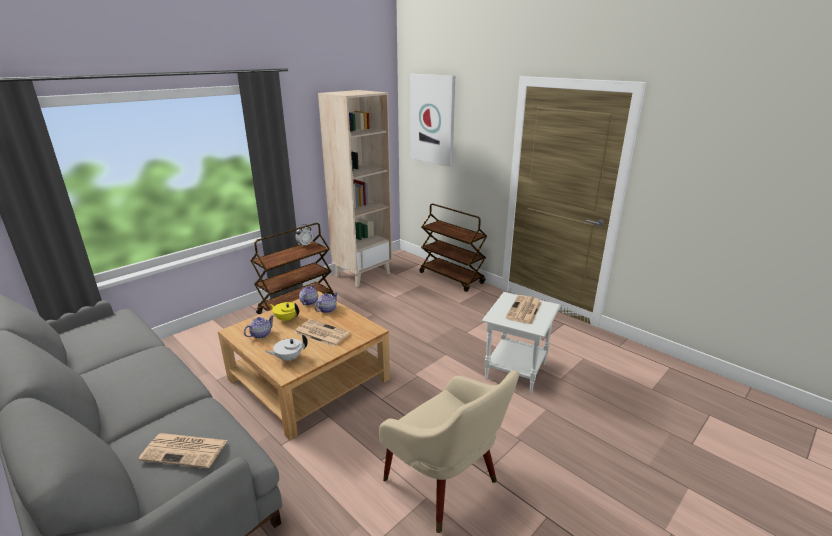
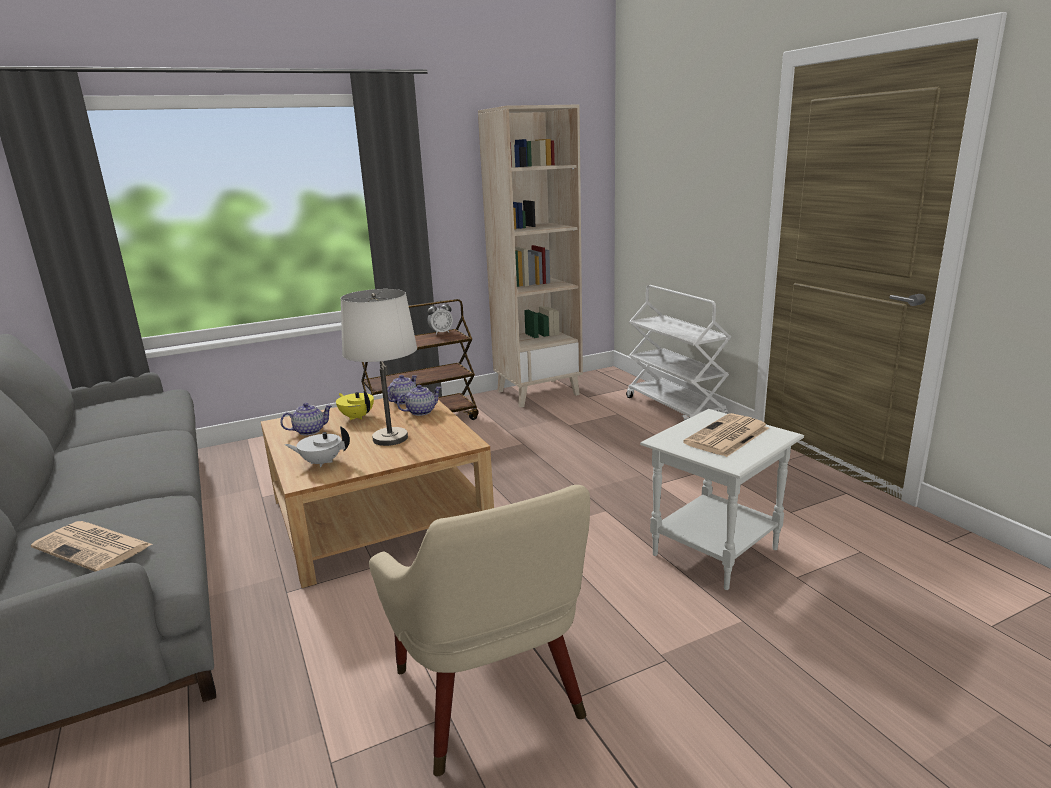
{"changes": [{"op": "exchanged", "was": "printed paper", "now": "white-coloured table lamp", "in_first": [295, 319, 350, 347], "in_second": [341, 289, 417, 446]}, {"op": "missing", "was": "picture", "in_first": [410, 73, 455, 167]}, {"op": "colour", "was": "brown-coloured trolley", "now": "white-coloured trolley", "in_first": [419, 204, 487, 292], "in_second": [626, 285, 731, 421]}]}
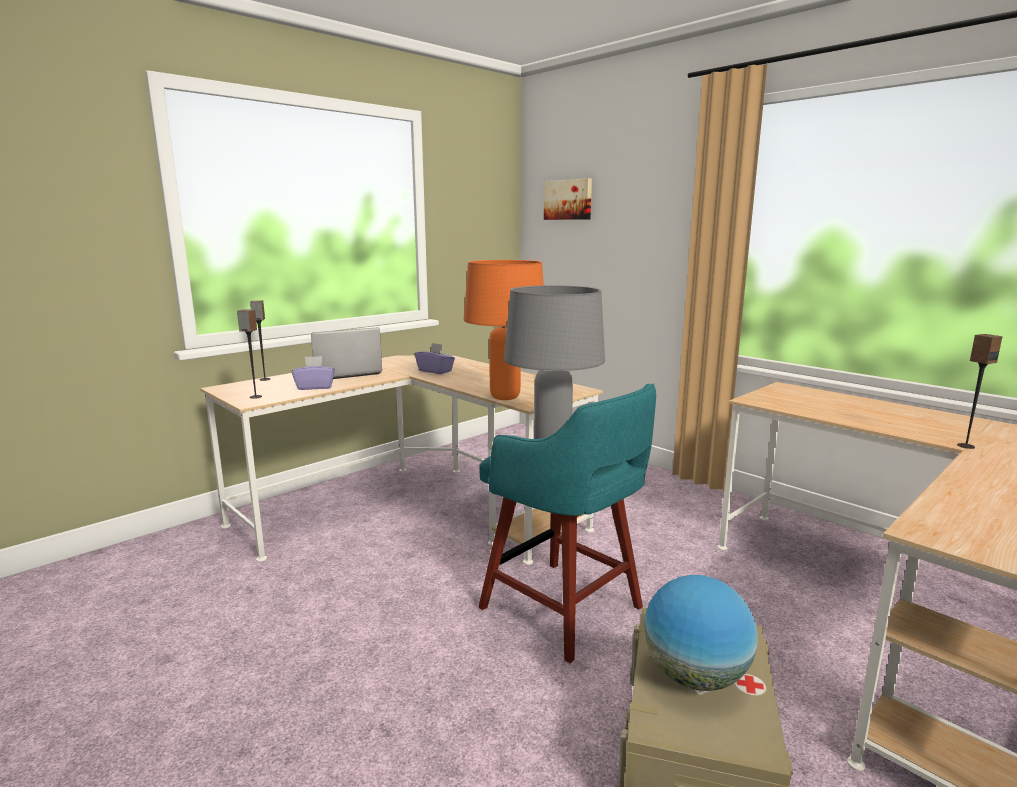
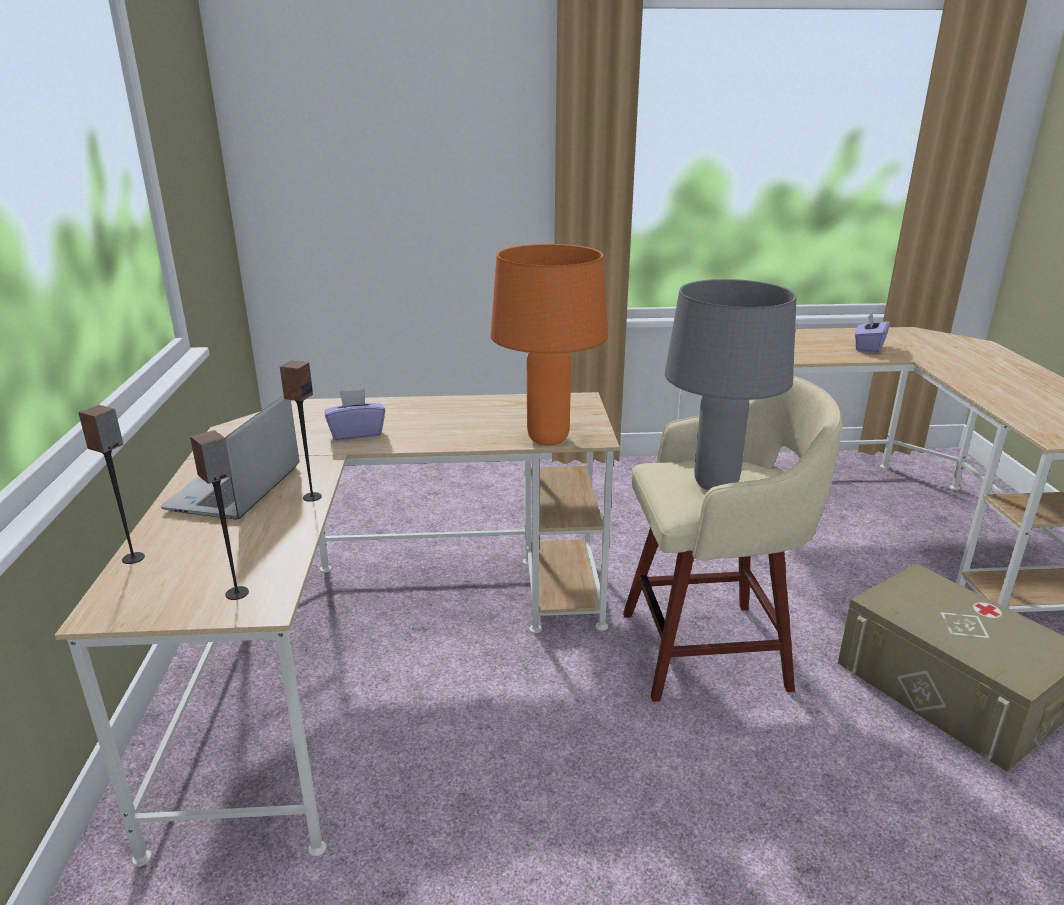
{"changes": [{"op": "relocated", "was": "purple-coloured tissue holder", "in_first": [292, 356, 335, 390], "in_second": [855, 313, 890, 353]}, {"op": "colour", "was": "blue-green stool seat", "now": "beige stool seat", "in_first": [478, 384, 656, 663], "in_second": [623, 376, 842, 702]}, {"op": "missing", "was": "picture", "in_first": [544, 178, 592, 220]}, {"op": "missing", "was": "world globe", "in_first": [644, 575, 758, 691]}, {"op": "relocated", "was": "speaker", "in_first": [957, 334, 1002, 449], "in_second": [280, 361, 322, 502]}]}
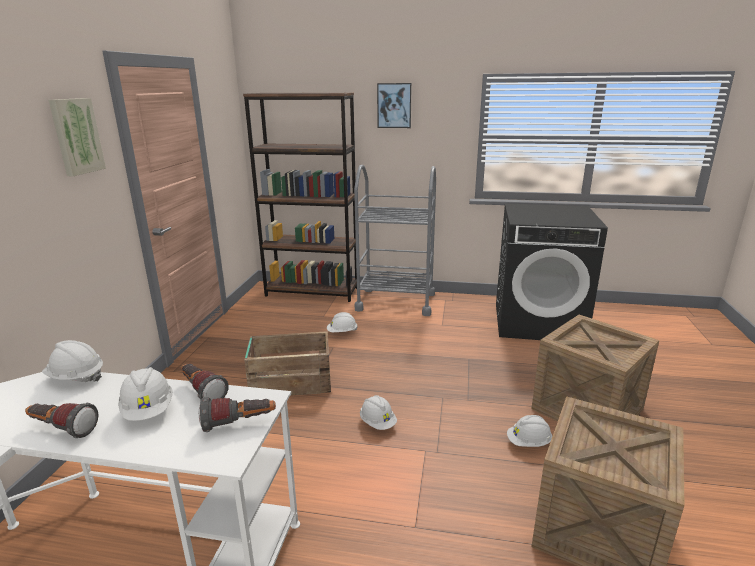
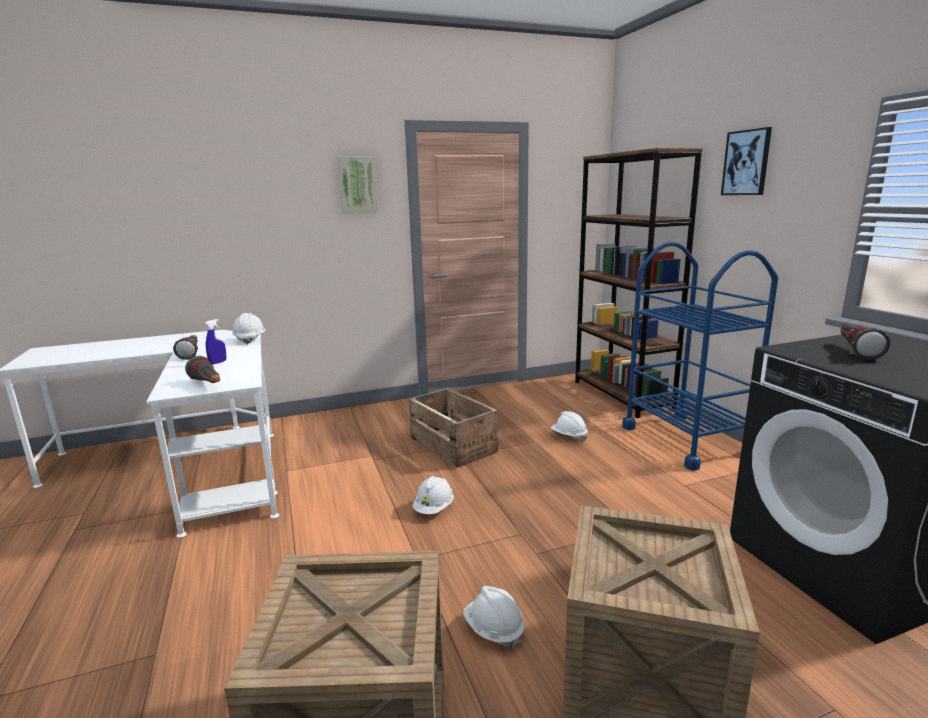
{"changes": [{"op": "exchanged", "was": "white-coloured work helmet", "now": "blue spray bottle", "in_first": [118, 367, 173, 421], "in_second": [205, 319, 226, 365]}, {"op": "relocated", "was": "torch", "in_first": [181, 364, 229, 400], "in_second": [840, 324, 891, 360]}, {"op": "colour", "was": "grey trolley", "now": "blue trolley", "in_first": [354, 165, 436, 316], "in_second": [622, 242, 778, 470]}]}
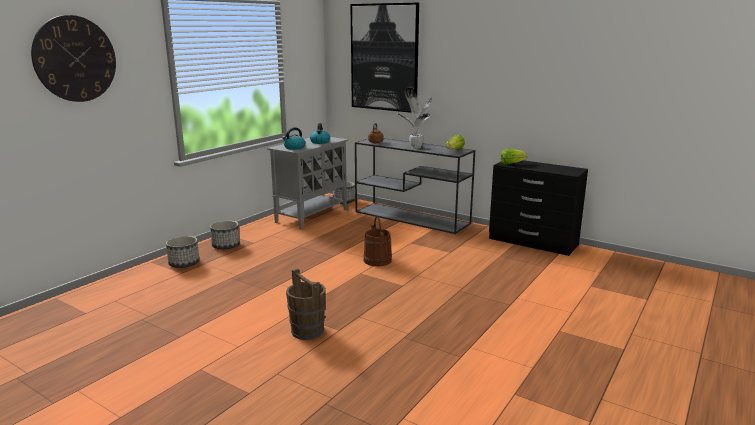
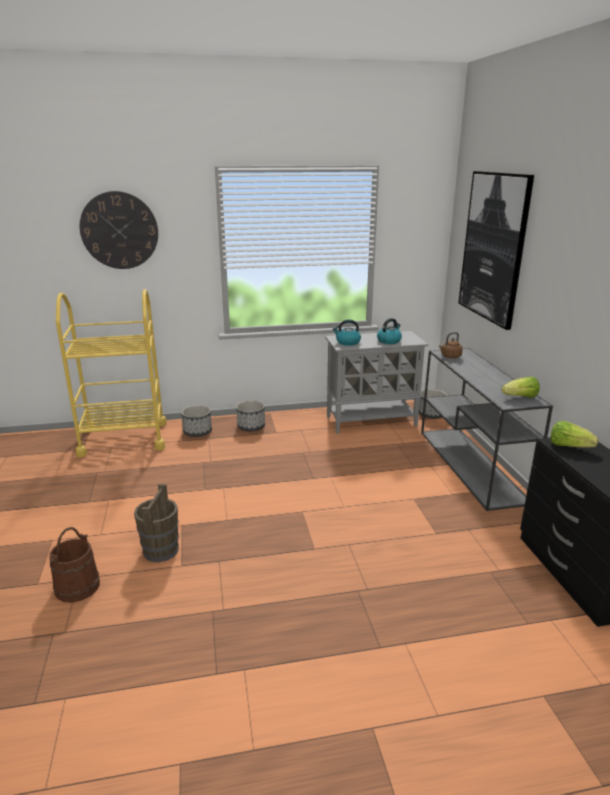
{"changes": [{"op": "relocated", "was": "brown-coloured water bucket", "in_first": [363, 217, 392, 266], "in_second": [49, 527, 100, 603]}, {"op": "missing", "was": "houseplant", "in_first": [397, 88, 432, 148]}, {"op": "appeared", "now": "yellow trolley", "in_second": [56, 289, 167, 457]}]}
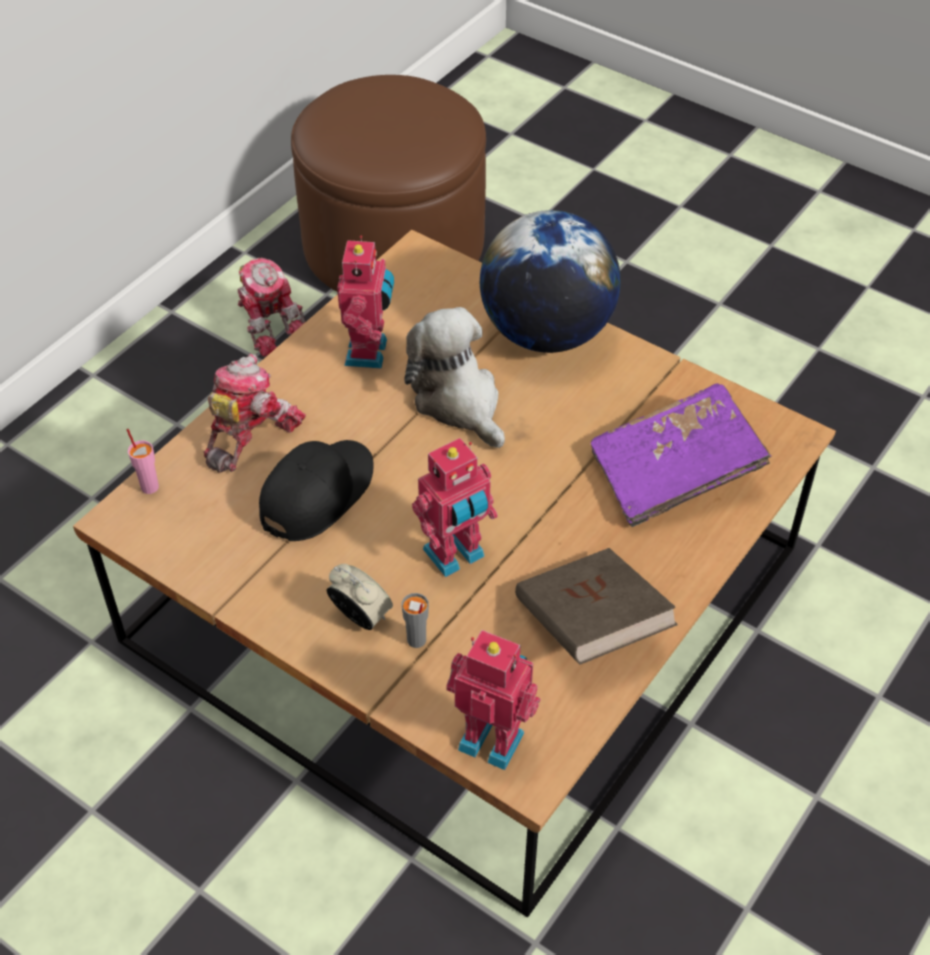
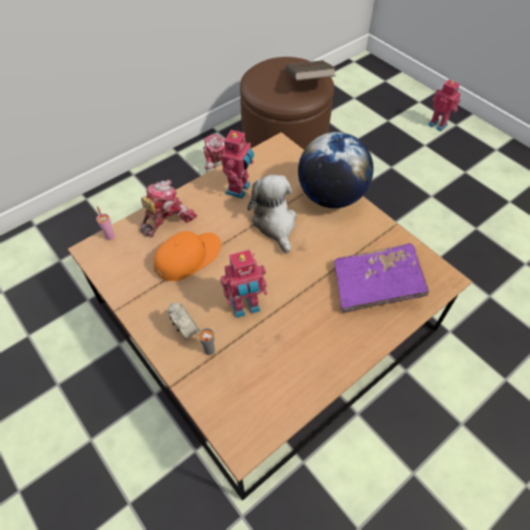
{"changes": [{"op": "colour", "was": "black-coloured peaked cap", "now": "orange peaked cap", "in_first": [259, 440, 374, 541], "in_second": [154, 231, 221, 281]}, {"op": "relocated", "was": "toy robot", "in_first": [446, 630, 541, 770], "in_second": [428, 79, 461, 131]}, {"op": "relocated", "was": "brown-coloured bound book", "in_first": [515, 548, 678, 665], "in_second": [285, 60, 335, 81]}]}
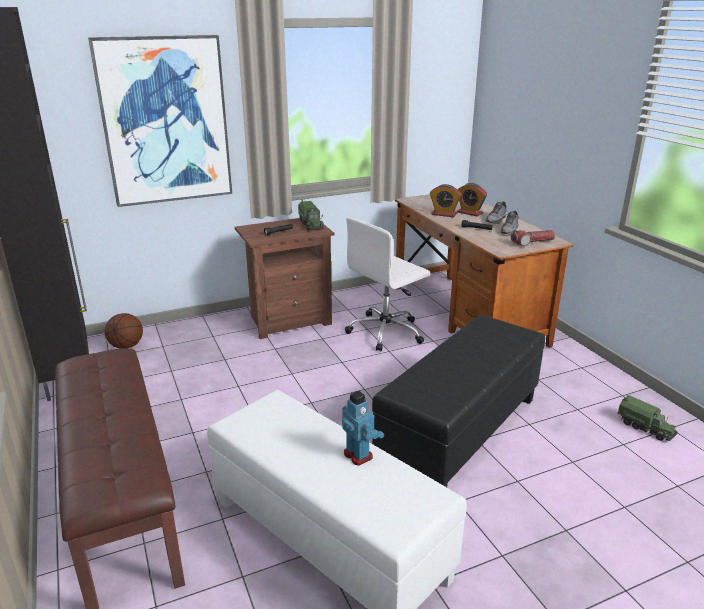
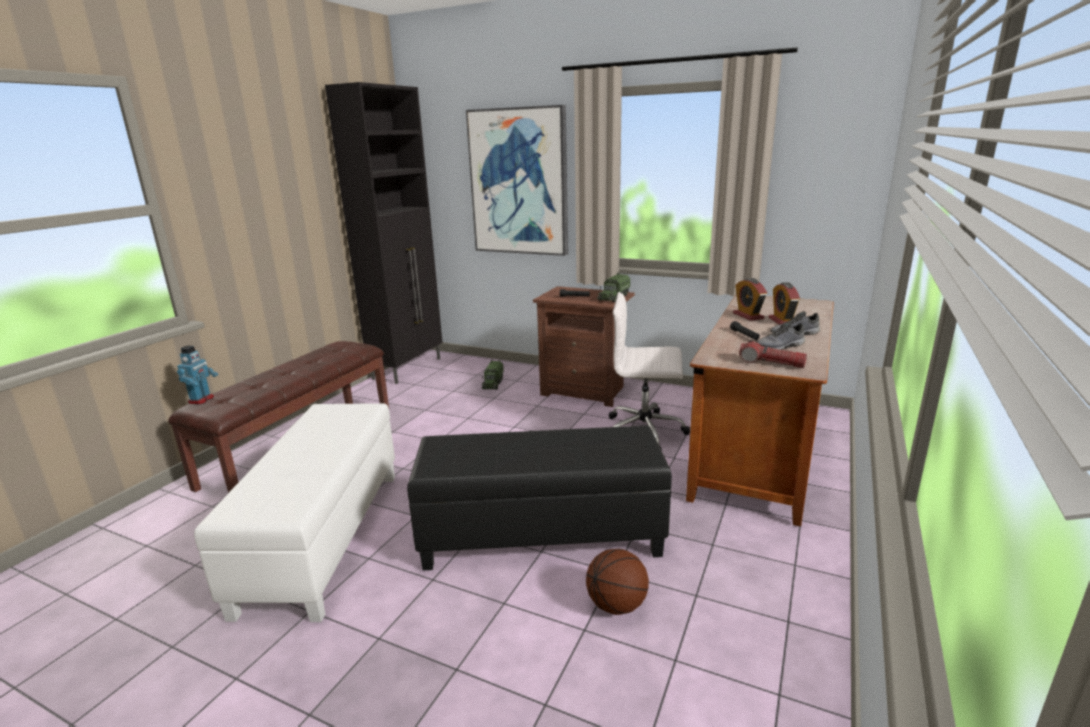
{"changes": [{"op": "relocated", "was": "ball for basketball", "in_first": [105, 313, 143, 349], "in_second": [586, 549, 649, 615]}, {"op": "relocated", "was": "toy robot", "in_first": [342, 391, 384, 466], "in_second": [177, 345, 218, 404]}, {"op": "relocated", "was": "toy truck", "in_first": [617, 395, 678, 441], "in_second": [482, 359, 504, 389]}]}
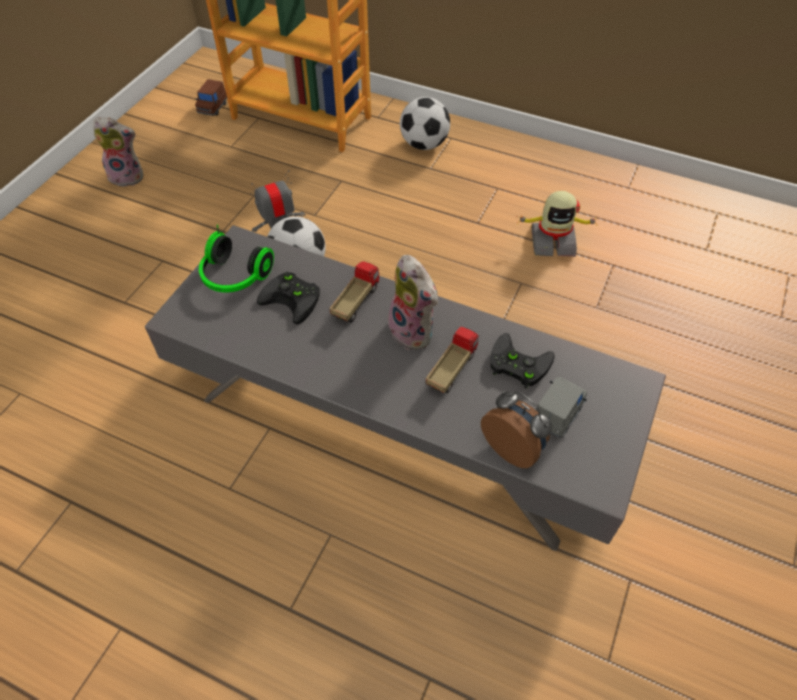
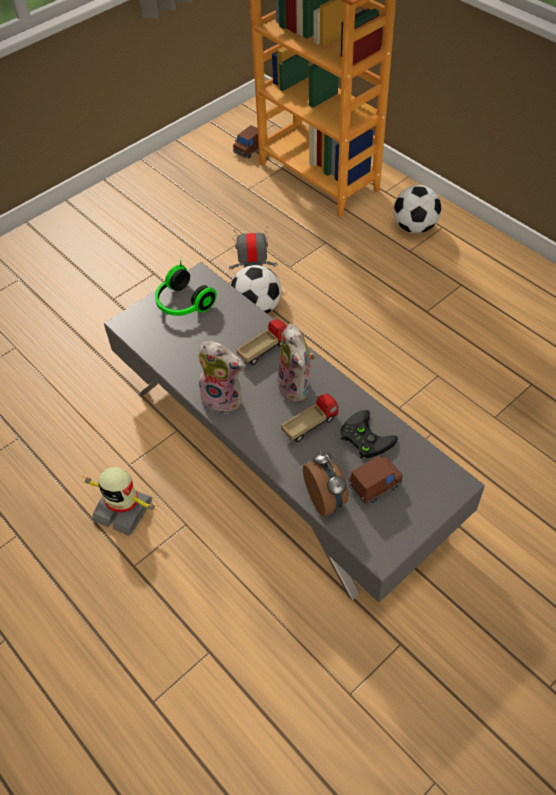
{"changes": [{"op": "relocated", "was": "plush toy", "in_first": [93, 117, 144, 187], "in_second": [195, 341, 245, 414]}, {"op": "missing", "was": "black-coloured gamepad", "in_first": [257, 272, 320, 325]}, {"op": "relocated", "was": "toy robot", "in_first": [517, 191, 599, 257], "in_second": [83, 467, 158, 536]}, {"op": "colour", "was": "grey toy car", "now": "brown-coloured toy car", "in_first": [535, 377, 587, 438], "in_second": [348, 456, 402, 504]}]}
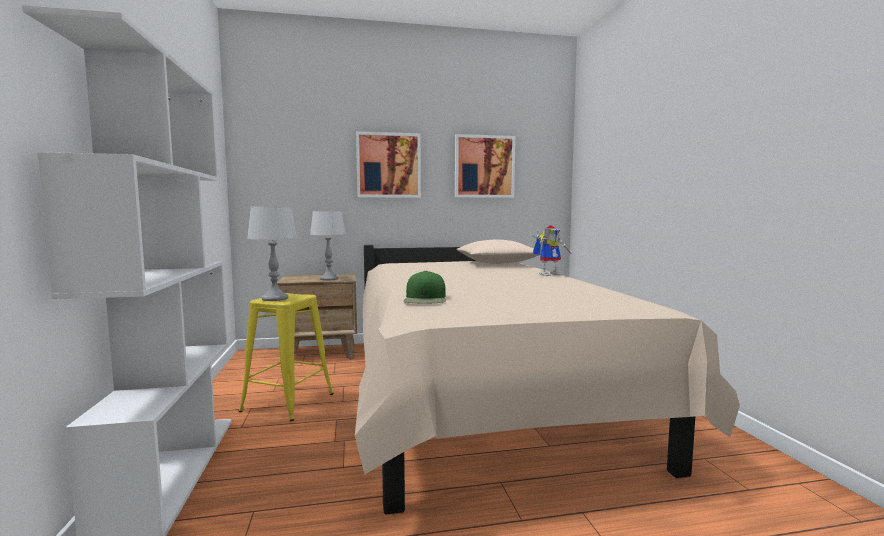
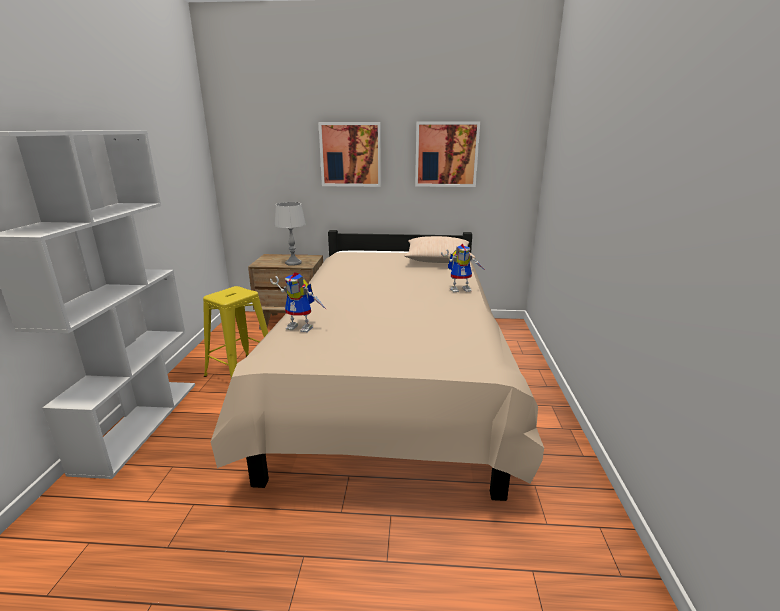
{"changes": [{"op": "missing", "was": "grey table lamp", "in_first": [247, 207, 297, 301]}, {"op": "exchanged", "was": "green peaked cap", "now": "toy robot", "in_first": [403, 271, 446, 303], "in_second": [270, 272, 327, 332]}]}
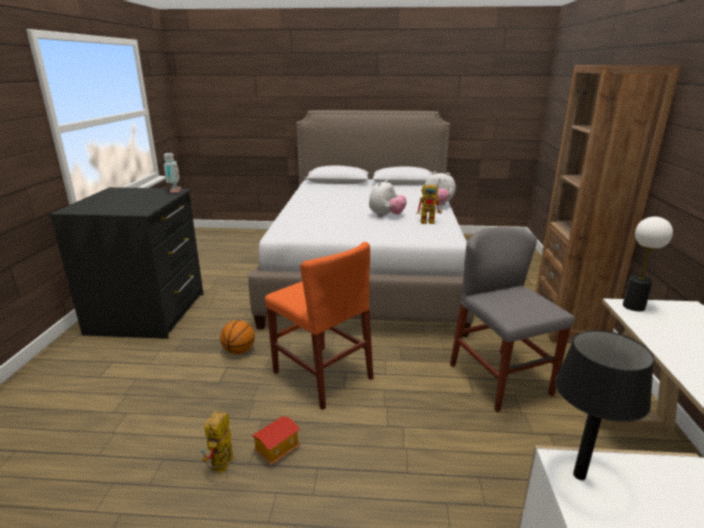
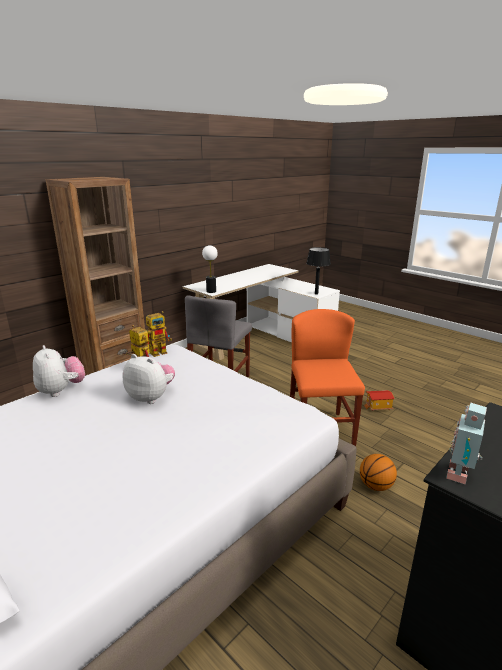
{"changes": [{"op": "relocated", "was": "toy robot", "in_first": [201, 411, 233, 473], "in_second": [146, 311, 172, 357]}, {"op": "spun", "was": "plush toy", "in_first": [369, 179, 407, 217], "in_second": [122, 354, 175, 404], "clockwise": 45}]}
